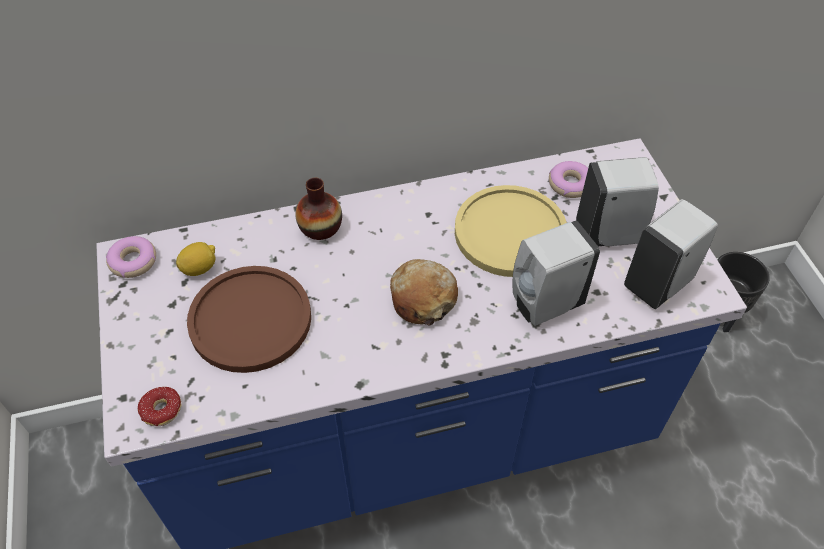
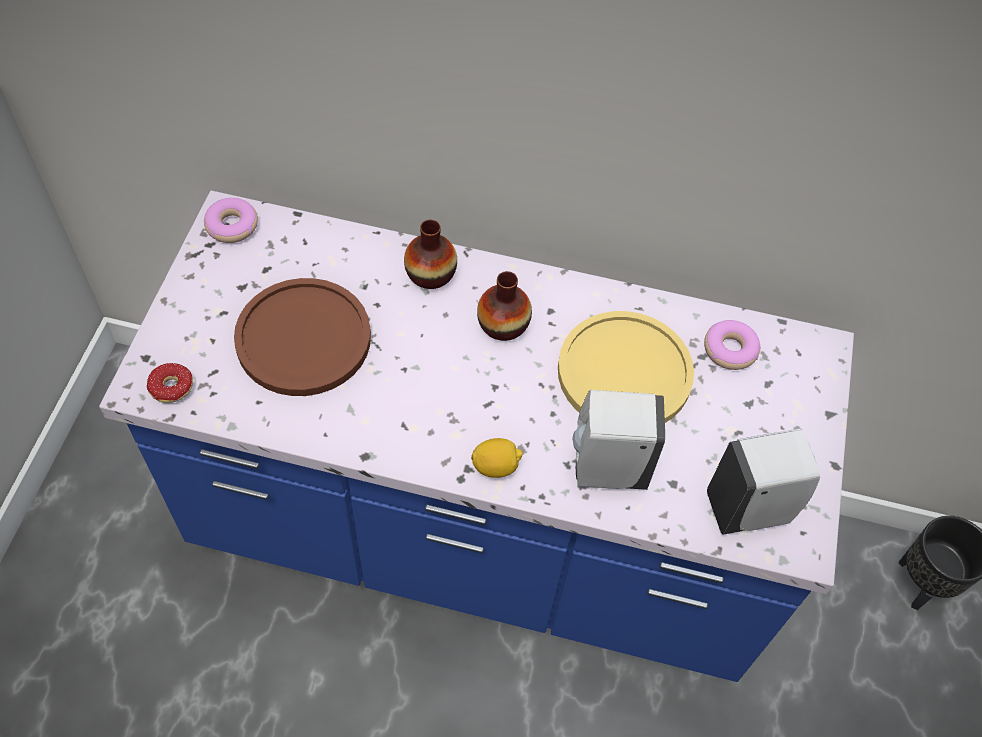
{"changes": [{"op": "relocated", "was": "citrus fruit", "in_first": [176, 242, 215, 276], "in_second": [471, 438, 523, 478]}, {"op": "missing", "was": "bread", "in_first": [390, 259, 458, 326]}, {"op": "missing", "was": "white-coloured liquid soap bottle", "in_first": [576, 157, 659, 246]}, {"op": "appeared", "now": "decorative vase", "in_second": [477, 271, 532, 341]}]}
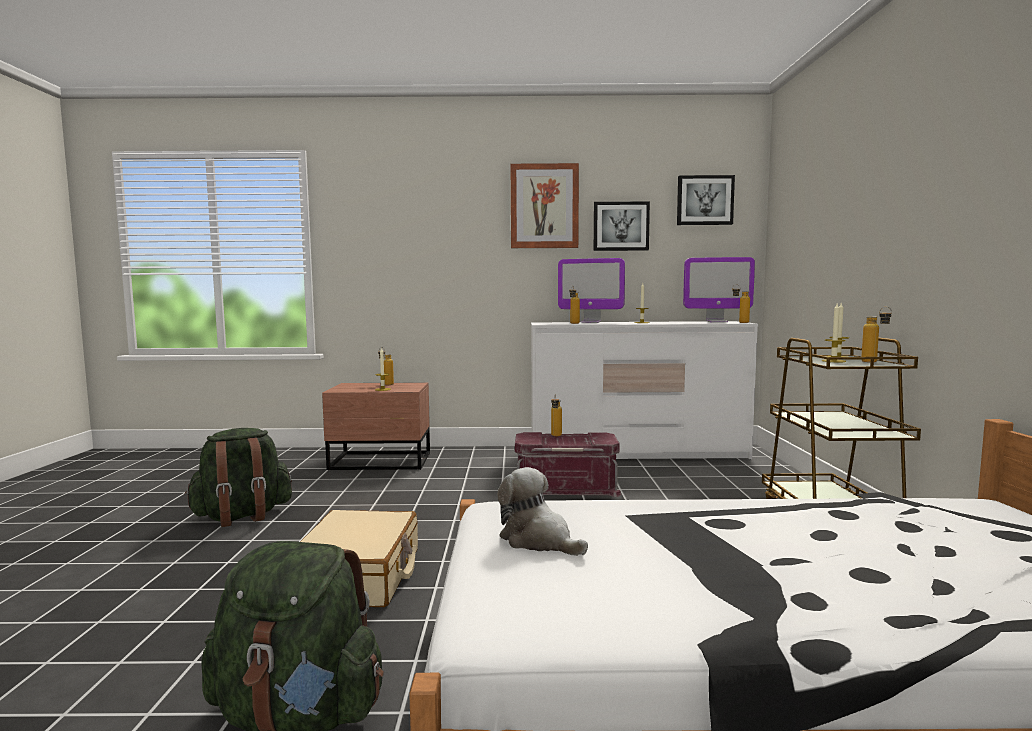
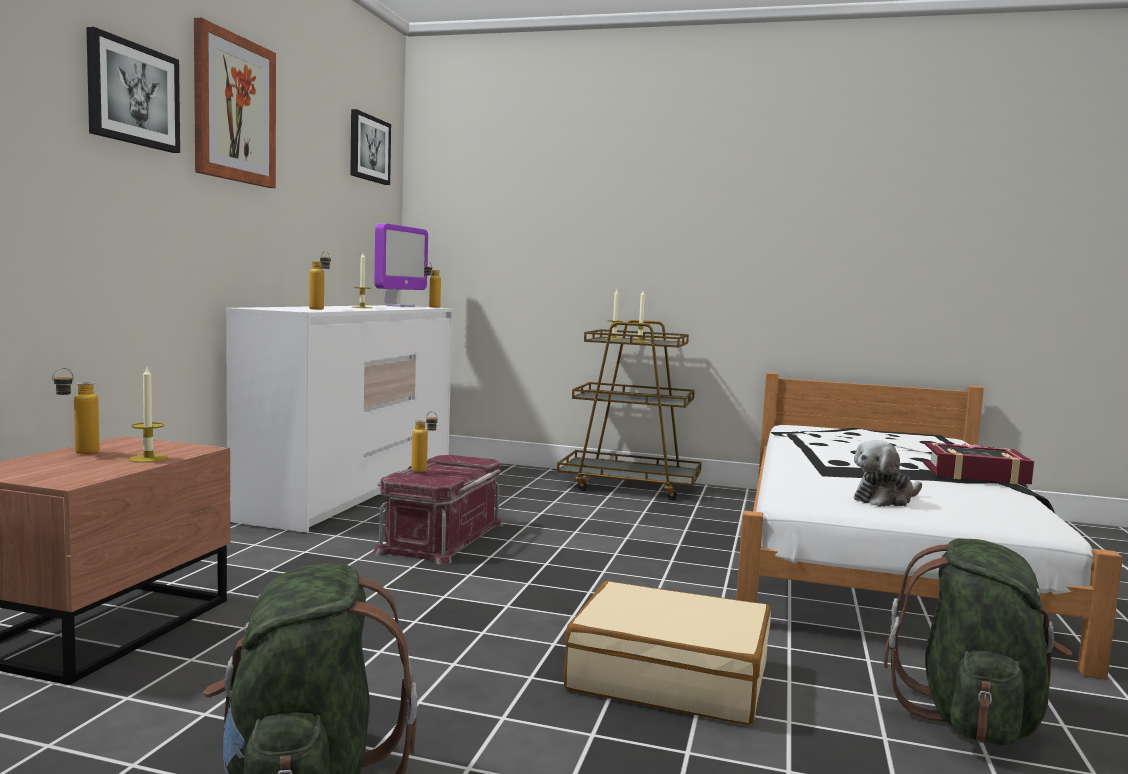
{"changes": [{"op": "missing", "was": "monitor", "in_first": [558, 258, 625, 323]}, {"op": "relocated", "was": "picture", "in_first": [594, 201, 650, 251], "in_second": [86, 27, 180, 153]}, {"op": "missing", "was": "beverage bottle", "in_first": [861, 307, 892, 362]}, {"op": "appeared", "now": "bound book", "in_second": [923, 442, 1034, 484]}]}
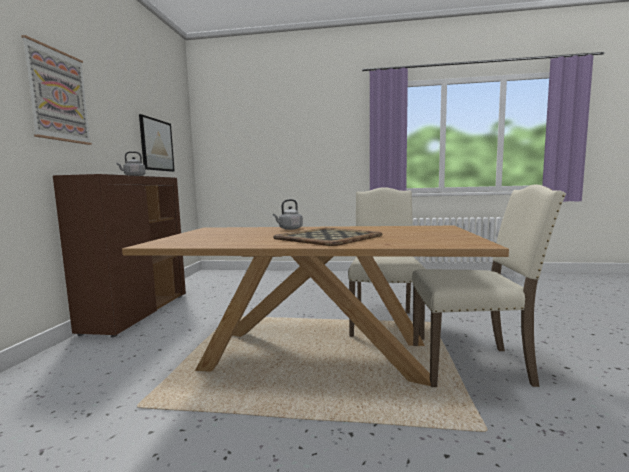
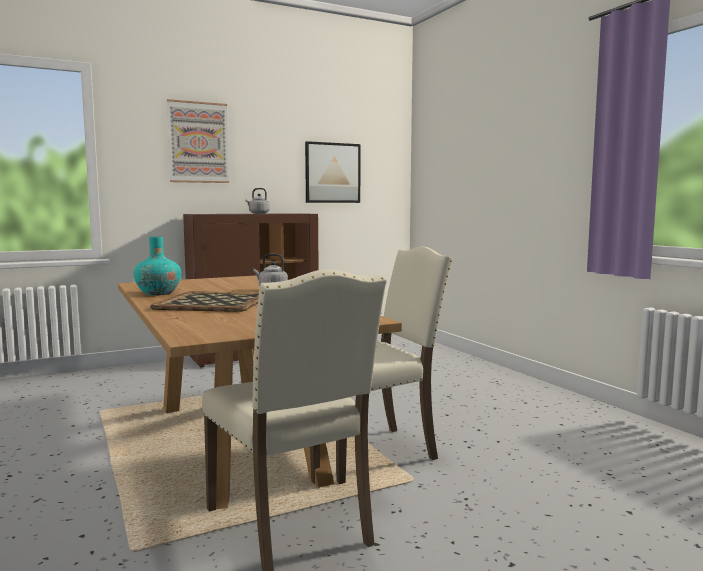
{"changes": [{"op": "appeared", "now": "blue-green decorative vase", "in_second": [134, 237, 181, 295]}]}
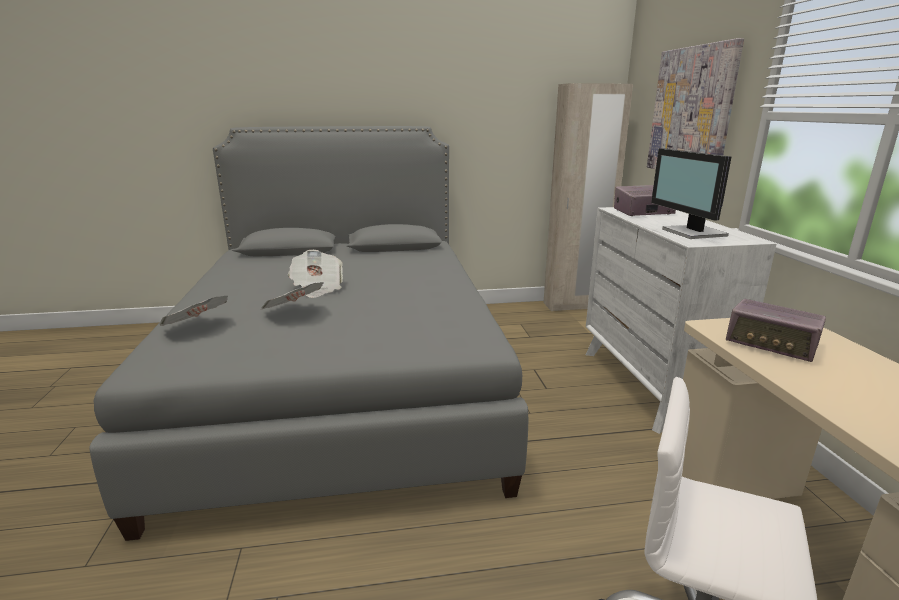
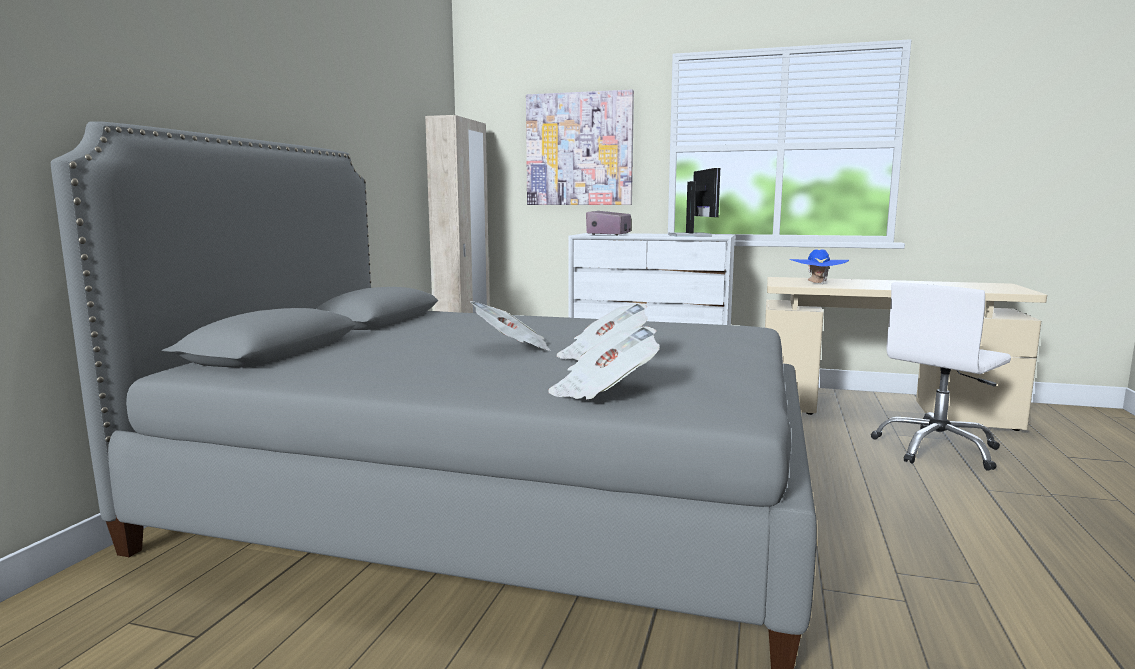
{"changes": [{"op": "spun", "was": "monitor", "in_first": [651, 148, 731, 239], "in_second": [668, 168, 720, 237], "clockwise": -105}, {"op": "exchanged", "was": "radio receiver", "now": "blue hat", "in_first": [726, 299, 826, 362], "in_second": [789, 249, 849, 284]}]}
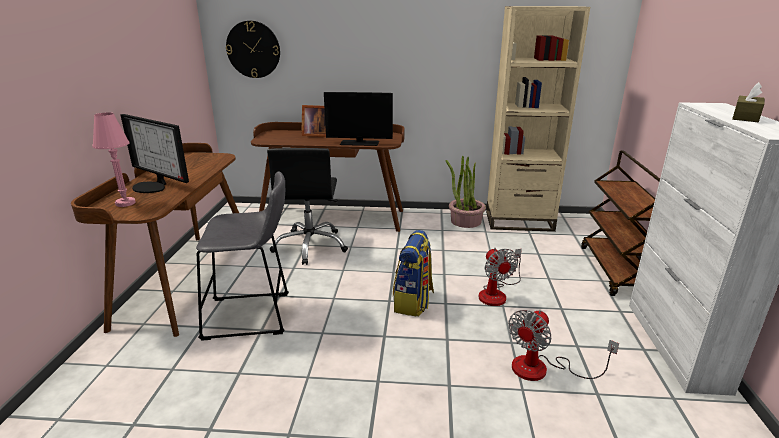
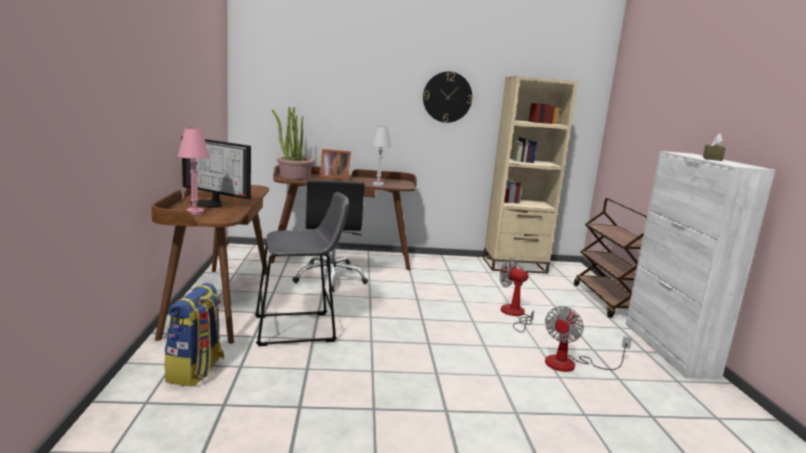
{"changes": [{"op": "relocated", "was": "clock on the wall", "in_first": [226, 21, 280, 78], "in_second": [423, 72, 472, 123]}, {"op": "exchanged", "was": "monitor", "now": "white-coloured table lamp", "in_first": [324, 92, 393, 146], "in_second": [371, 126, 391, 186]}, {"op": "relocated", "was": "knapsack", "in_first": [393, 230, 434, 316], "in_second": [164, 283, 224, 387]}, {"op": "relocated", "was": "houseplant", "in_first": [446, 156, 486, 228], "in_second": [272, 107, 314, 179]}, {"op": "spun", "was": "cooling fan", "in_first": [479, 248, 522, 306], "in_second": [500, 258, 534, 332], "clockwise": 150}]}
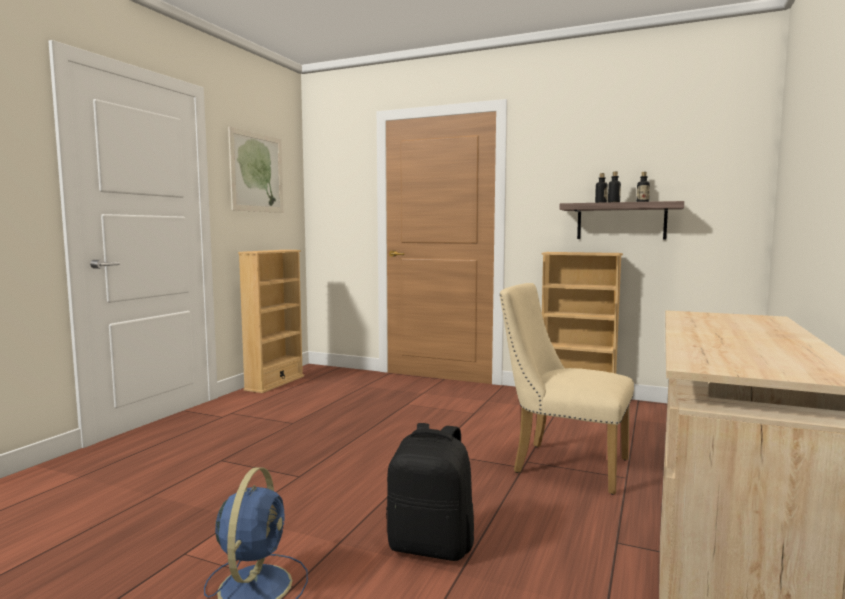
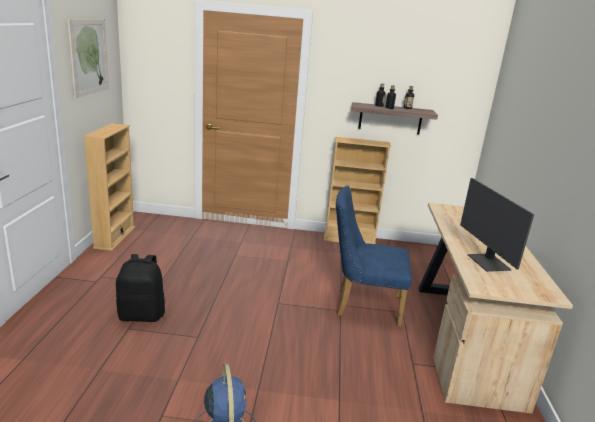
{"changes": [{"op": "relocated", "was": "black-coloured knapsack", "in_first": [386, 423, 474, 561], "in_second": [116, 254, 165, 322]}, {"op": "colour", "was": "beige plain chair", "now": "blue plain chair", "in_first": [500, 283, 634, 495], "in_second": [336, 186, 412, 327]}, {"op": "appeared", "now": "monitor", "in_second": [460, 178, 534, 272]}]}
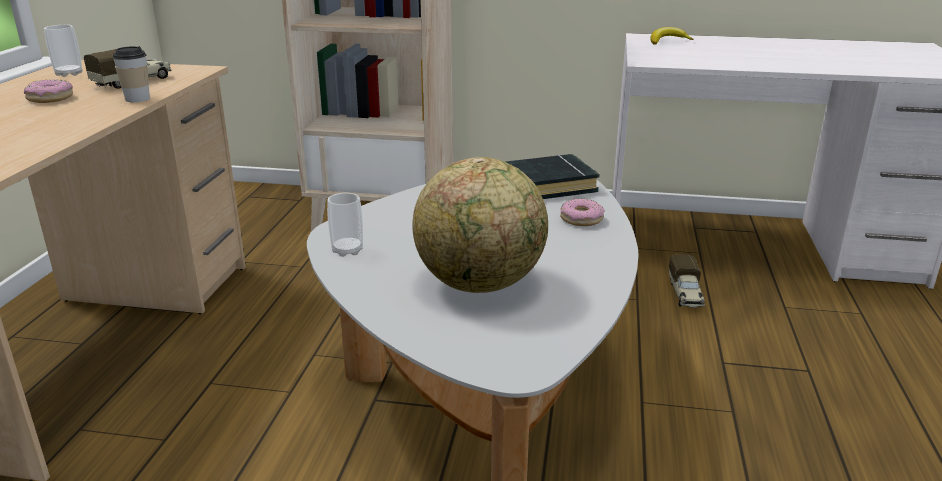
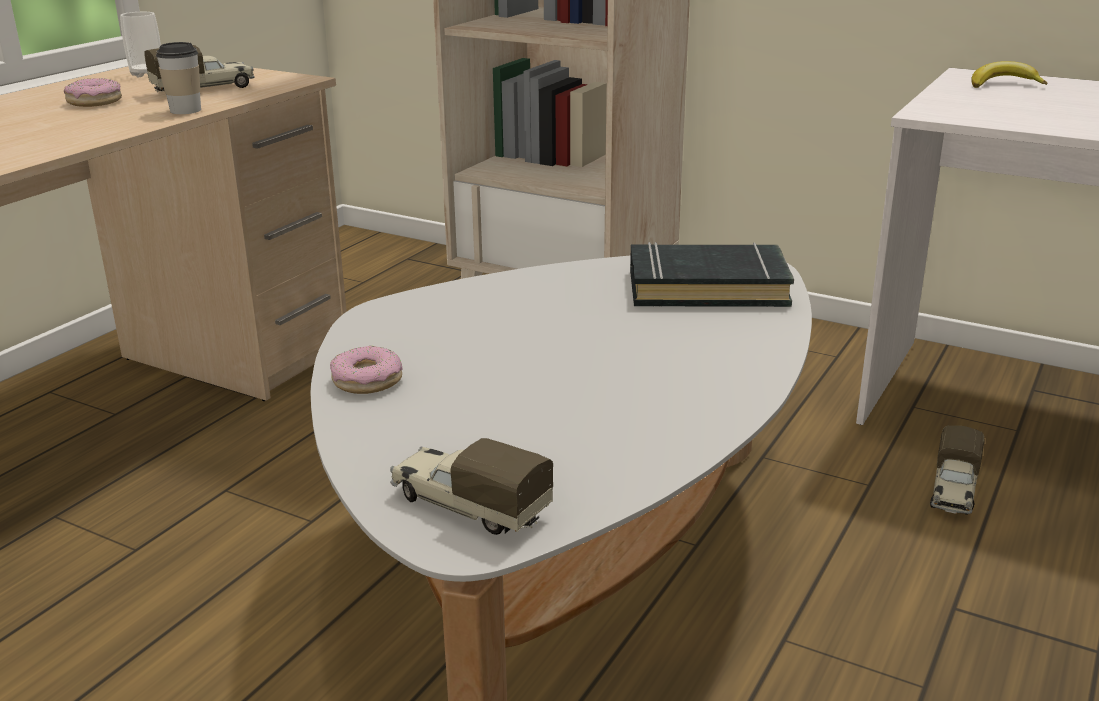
{"changes": [{"op": "missing", "was": "cup", "in_first": [327, 193, 363, 257]}, {"op": "missing", "was": "world globe", "in_first": [412, 157, 548, 293]}, {"op": "relocated", "was": "ring doughnut", "in_first": [560, 198, 605, 226], "in_second": [330, 346, 402, 394]}, {"op": "appeared", "now": "toy truck", "in_second": [390, 438, 553, 535]}]}
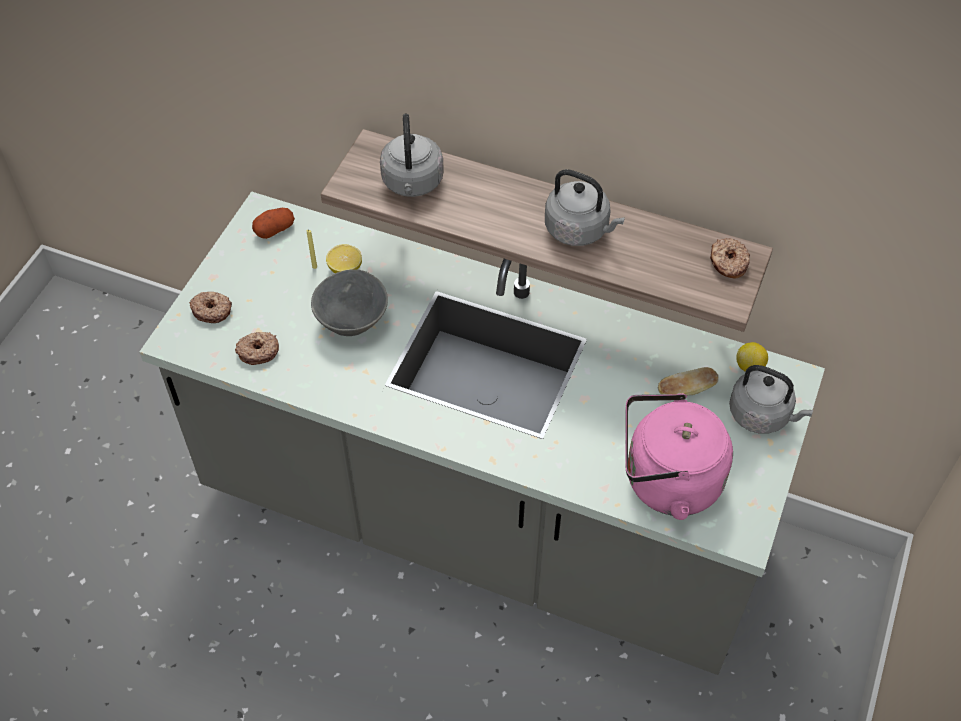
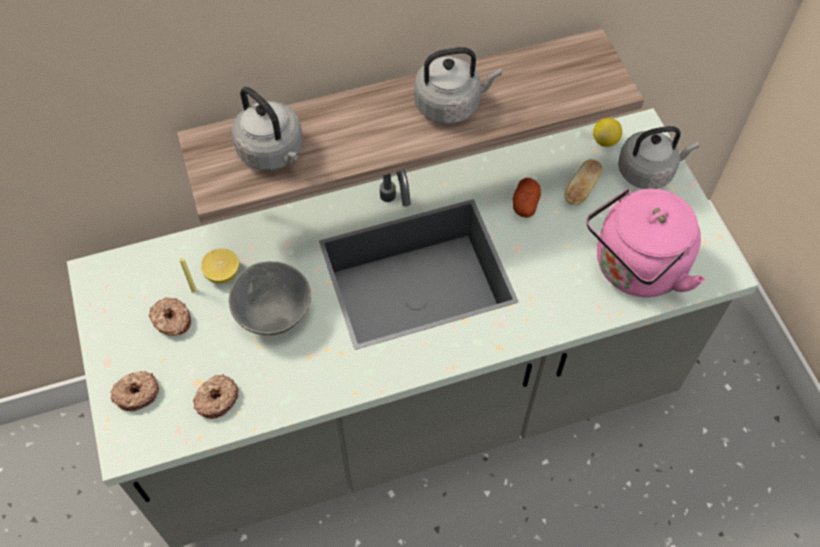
{"changes": [{"op": "relocated", "was": "potato", "in_first": [252, 208, 295, 239], "in_second": [512, 178, 541, 218]}, {"op": "relocated", "was": "ring doughnut", "in_first": [710, 238, 750, 279], "in_second": [149, 297, 191, 336]}]}
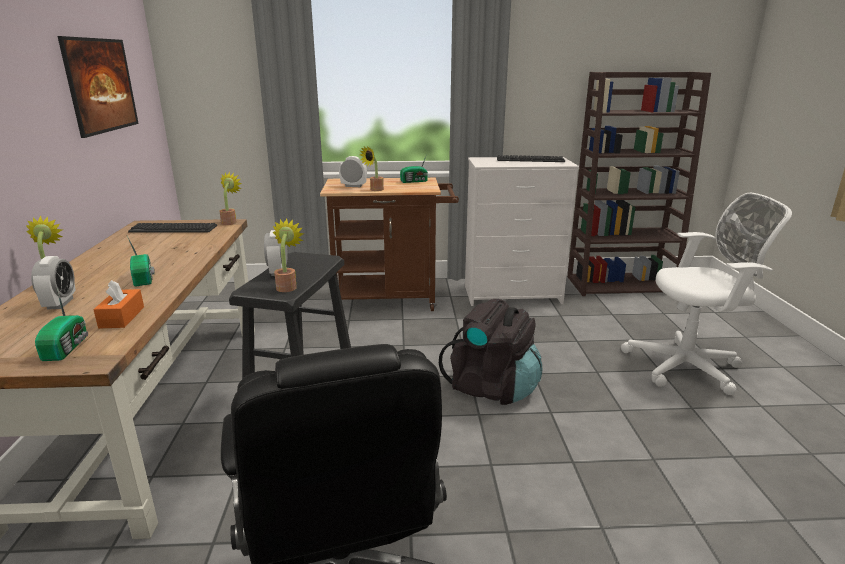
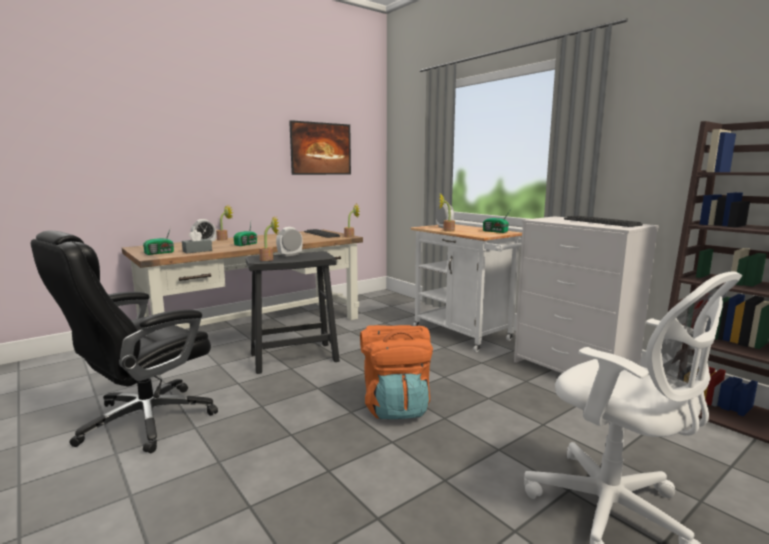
{"changes": [{"op": "colour", "was": "orange tissue holder", "now": "grey tissue holder", "in_first": [93, 280, 144, 328], "in_second": [182, 230, 212, 253]}, {"op": "colour", "was": "brown-coloured trolley", "now": "white-coloured trolley", "in_first": [320, 178, 459, 311], "in_second": [410, 224, 522, 352]}, {"op": "colour", "was": "black-coloured knapsack", "now": "orange knapsack", "in_first": [439, 299, 542, 405], "in_second": [360, 325, 433, 419]}]}
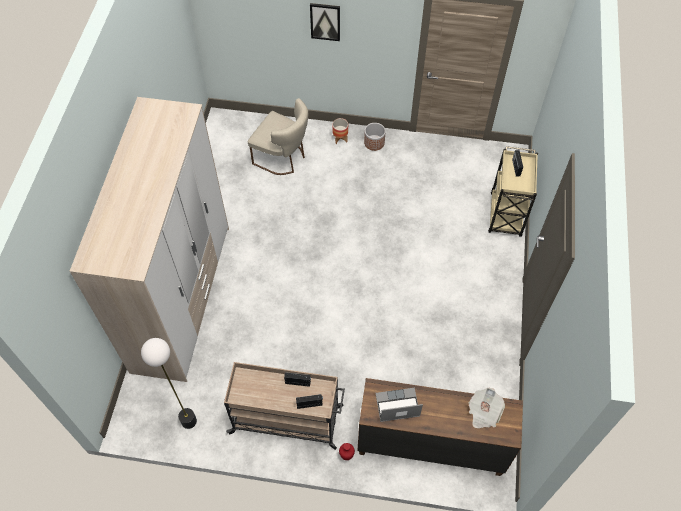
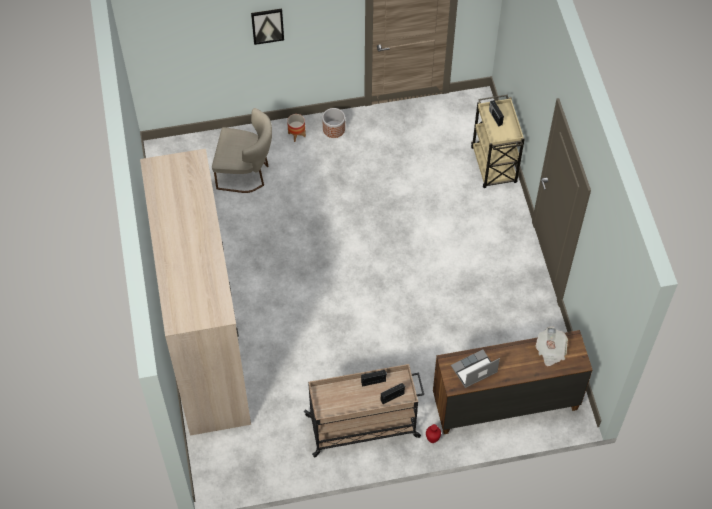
{"changes": [{"op": "missing", "was": "standing lamp", "in_first": [141, 338, 197, 429]}]}
